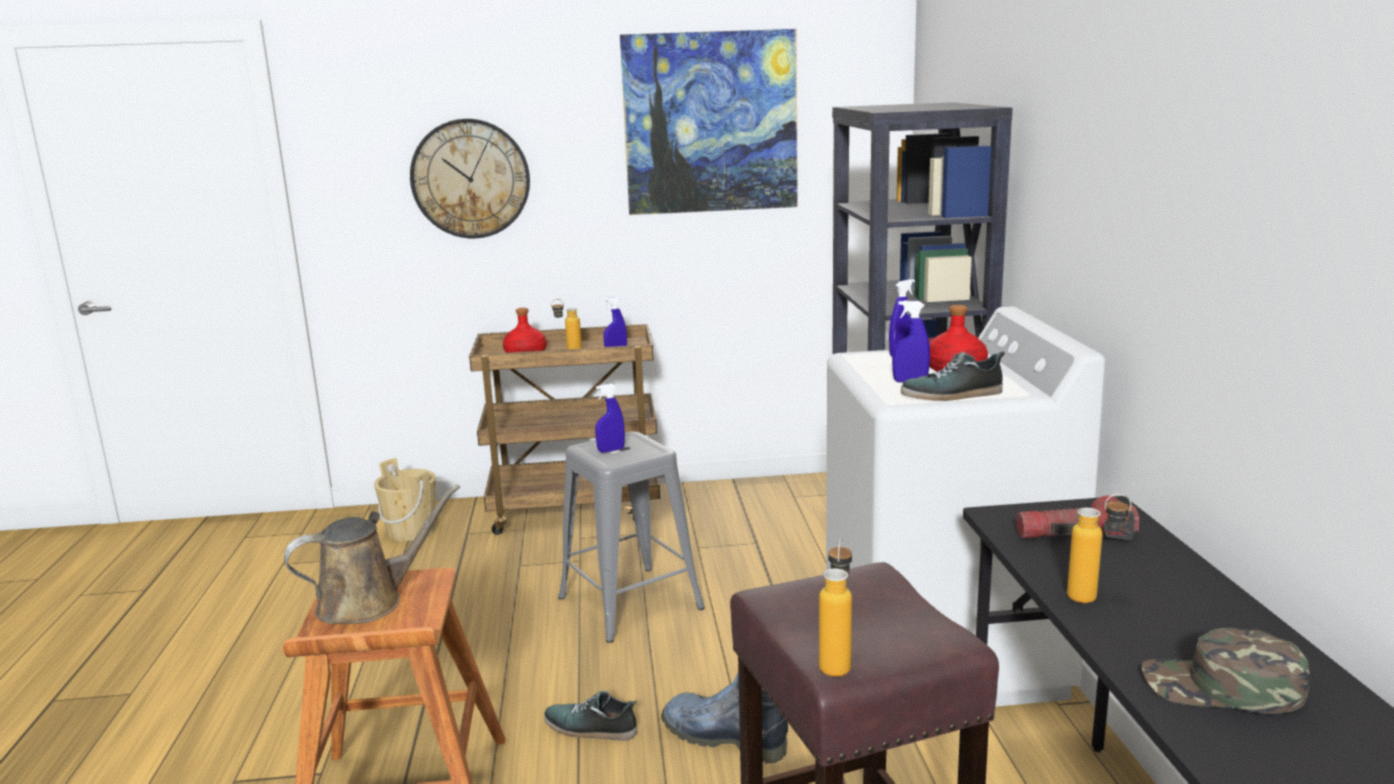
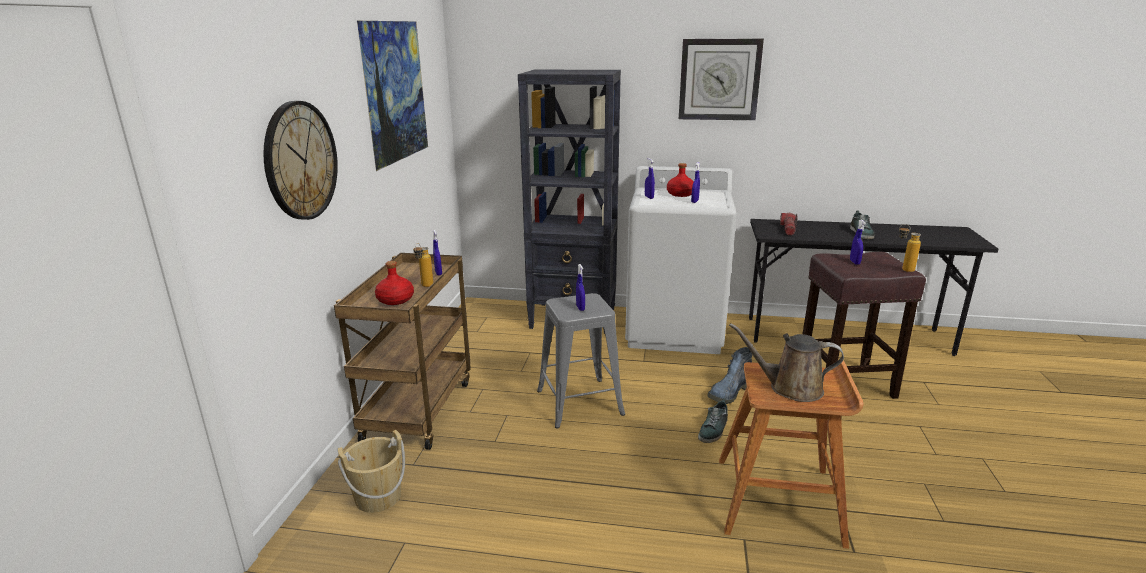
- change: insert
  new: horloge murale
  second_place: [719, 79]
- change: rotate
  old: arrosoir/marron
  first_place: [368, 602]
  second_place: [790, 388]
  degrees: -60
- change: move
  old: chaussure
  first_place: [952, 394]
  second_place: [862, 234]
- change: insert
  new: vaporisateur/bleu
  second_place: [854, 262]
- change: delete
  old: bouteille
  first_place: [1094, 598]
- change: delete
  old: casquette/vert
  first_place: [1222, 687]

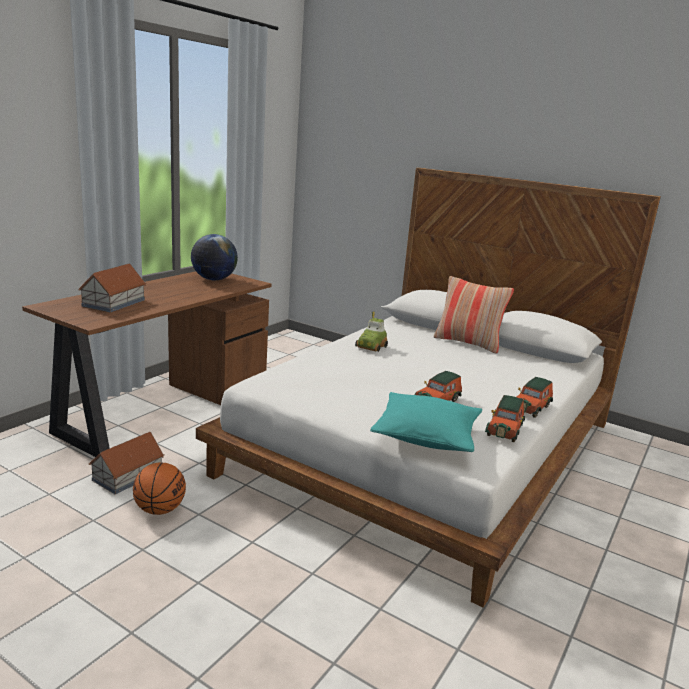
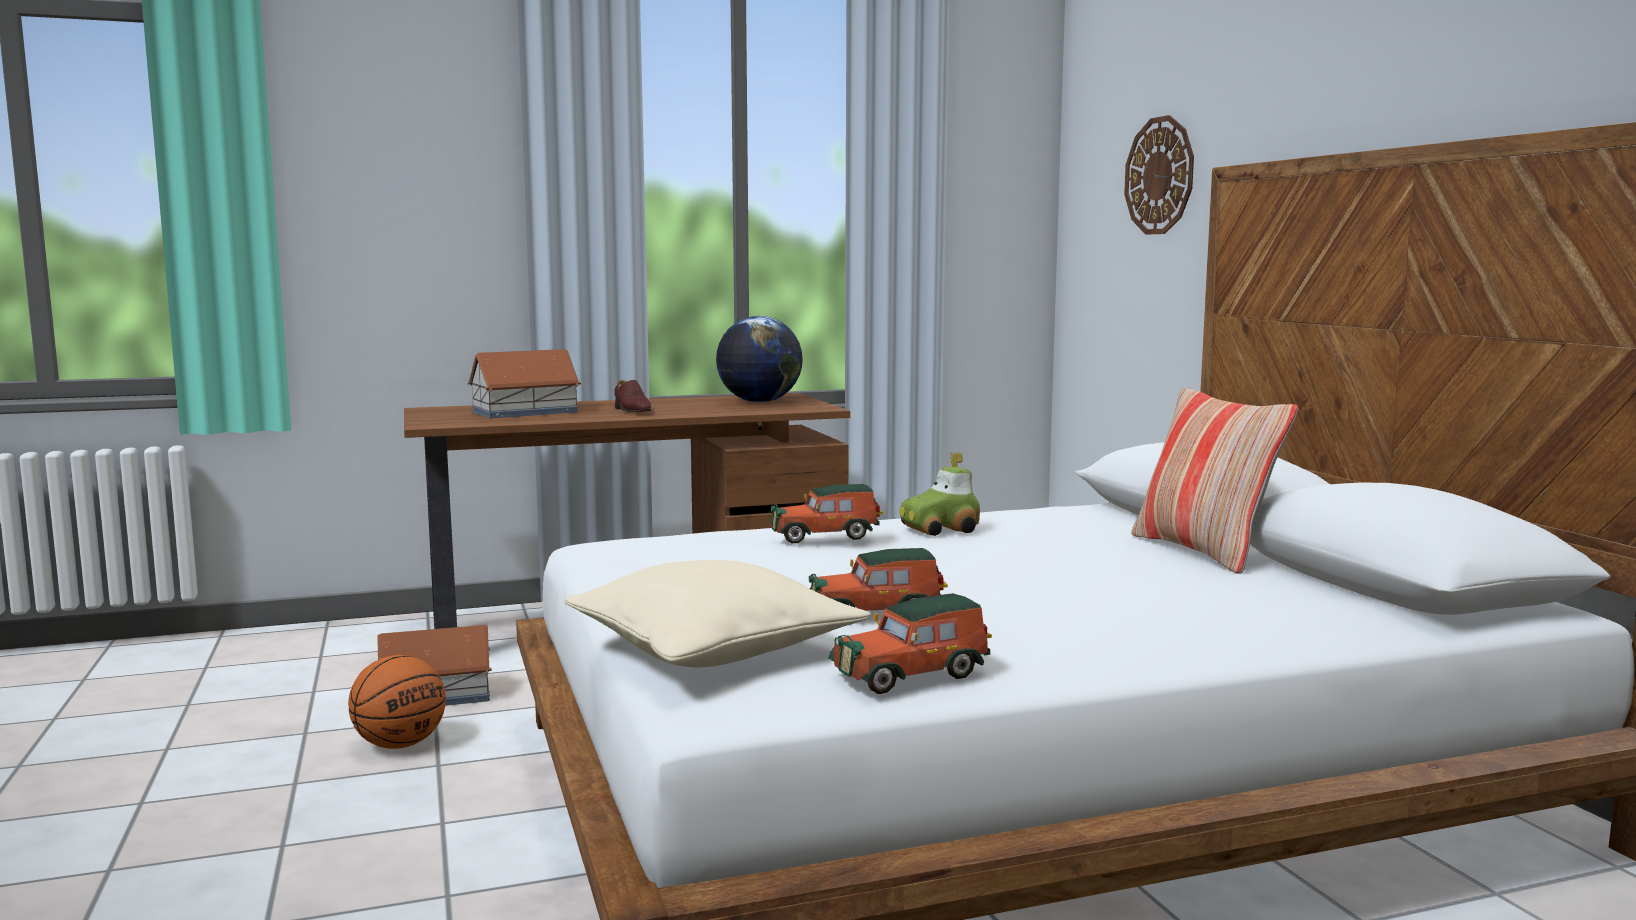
- change: recolor
  old: coussin/turquoise
  new: coussin/beige
  first_place: [426, 435]
  second_place: [714, 648]
- change: insert
  new: chaussure/marron
  second_place: [632, 411]
- change: move
  old: petite voiture
  first_place: [531, 407]
  second_place: [826, 536]
- change: insert
  new: horloge murale
  second_place: [1159, 176]

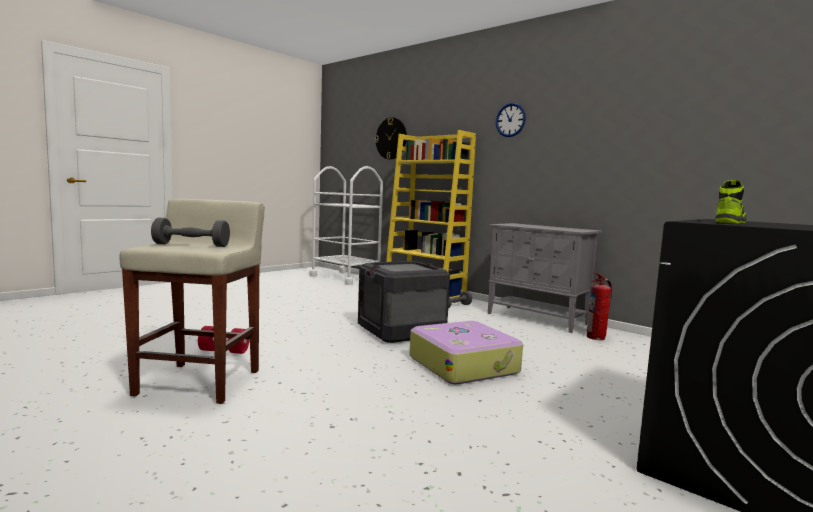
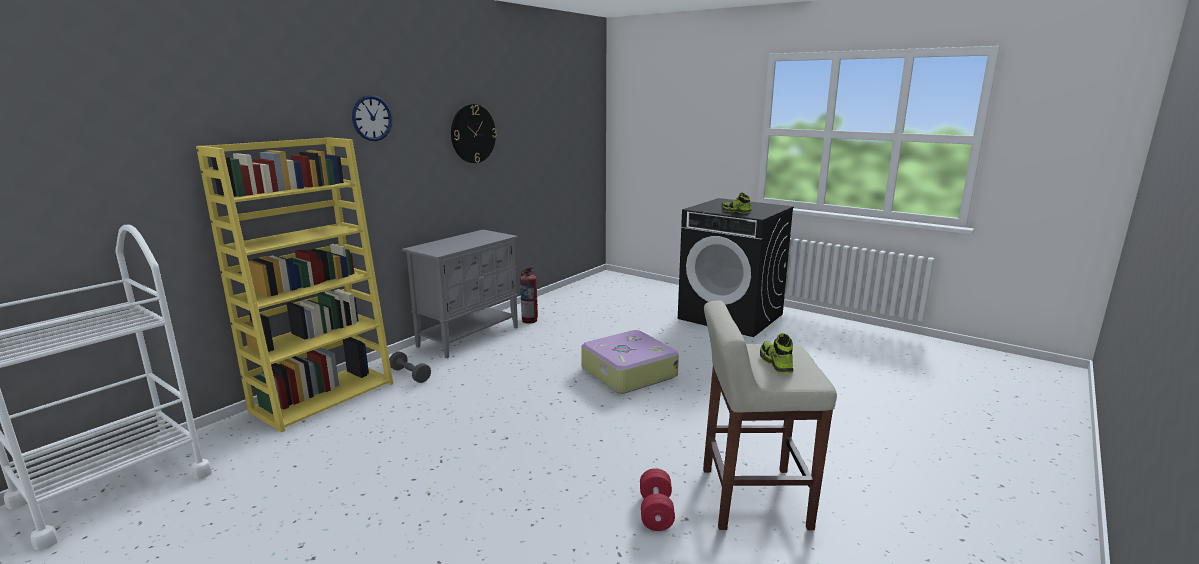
- change: move
  old: horloge murale
  first_place: [391, 138]
  second_place: [473, 134]
- change: replace
  old: haltère/gris
  new: chaussure
  first_place: [191, 245]
  second_place: [776, 363]
- change: delete
  old: caisse
  first_place: [401, 331]

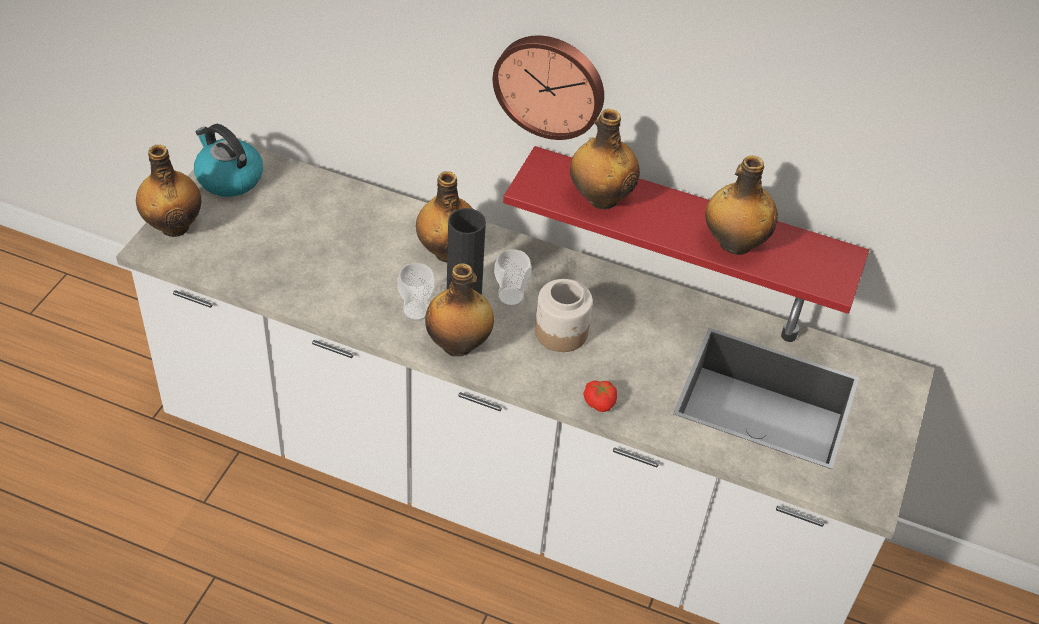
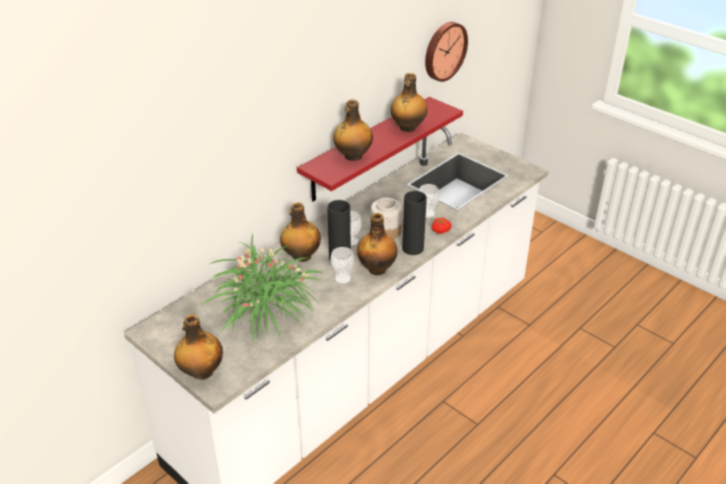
- change: insert
  new: plante en pot
  second_place: [266, 309]
- change: insert
  new: vase/noir
  second_place: [412, 248]
- change: insert
  new: tasse
  second_place: [427, 213]
- change: move
  old: horloge murale
  first_place: [550, 84]
  second_place: [443, 50]
- change: delete
  old: bouilloire
  first_place: [228, 178]

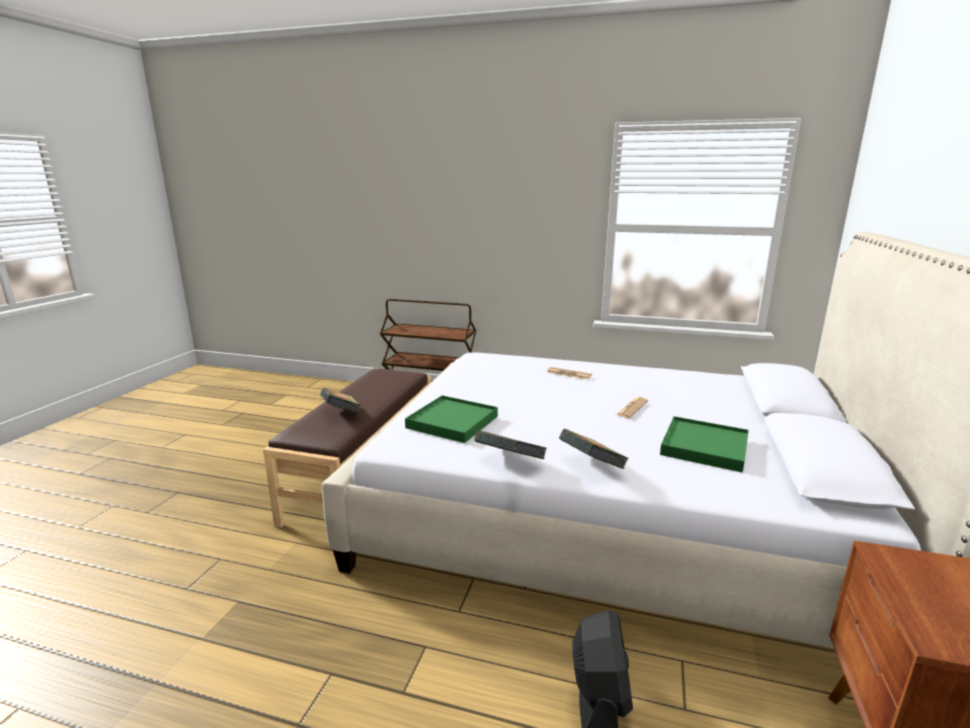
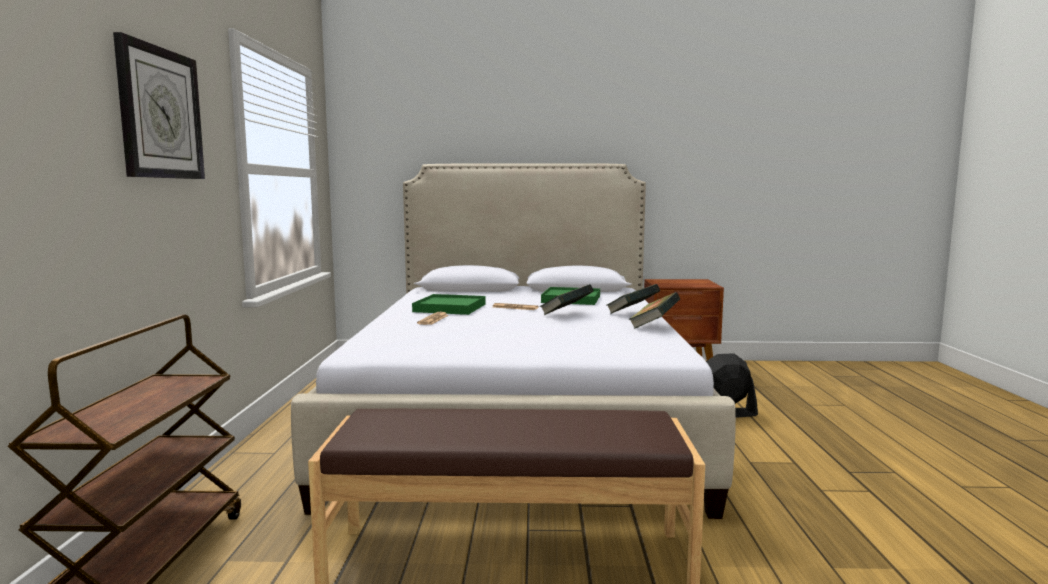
- change: insert
  new: horloge murale
  second_place: [160, 113]
- change: move
  old: plateau/vert
  first_place: [452, 422]
  second_place: [449, 308]
- change: move
  old: livre
  first_place: [341, 414]
  second_place: [566, 314]

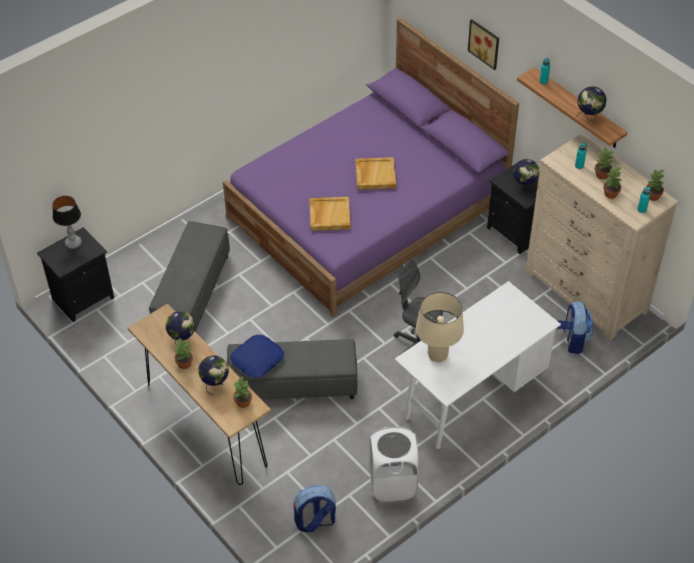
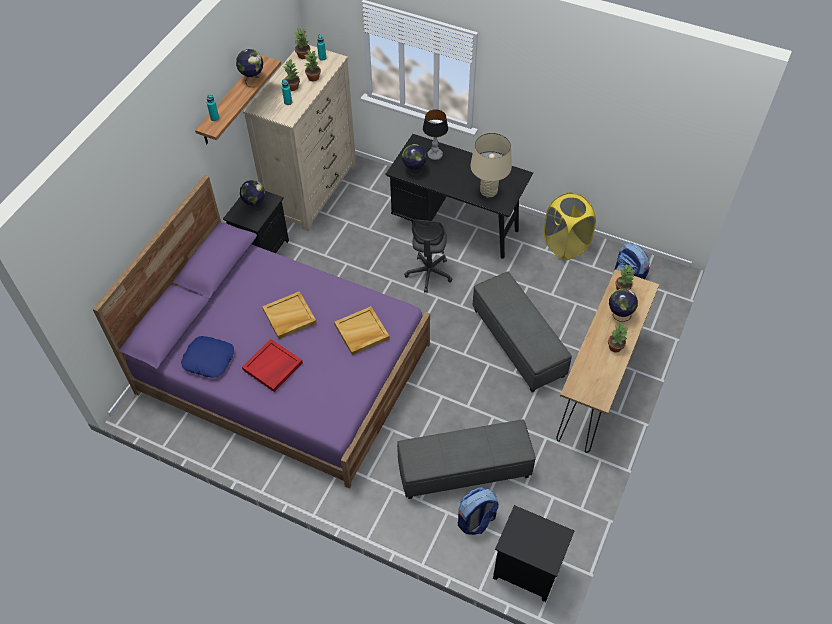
- change: move
  old: coussin/bleu
  first_place: [258, 360]
  second_place: [209, 359]
- change: insert
  new: plateau/rouge
  second_place: [272, 367]
- change: recolor
  old: bureau/blanc
  new: bureau/noir
  first_place: [472, 396]
  second_place: [457, 225]
- change: move
  old: globe
  first_place: [182, 340]
  second_place: [414, 170]
- change: move
  old: lampe de table
  first_place: [73, 243]
  second_place: [434, 155]
- change: move
  old: sac à dos
  first_place: [572, 340]
  second_place: [476, 521]
- change: recolor
  old: panier à linge/blanc
  new: panier à linge/jaune
  first_place: [393, 483]
  second_place: [565, 245]
- change: delete
  old: tableau
  first_place: [485, 43]

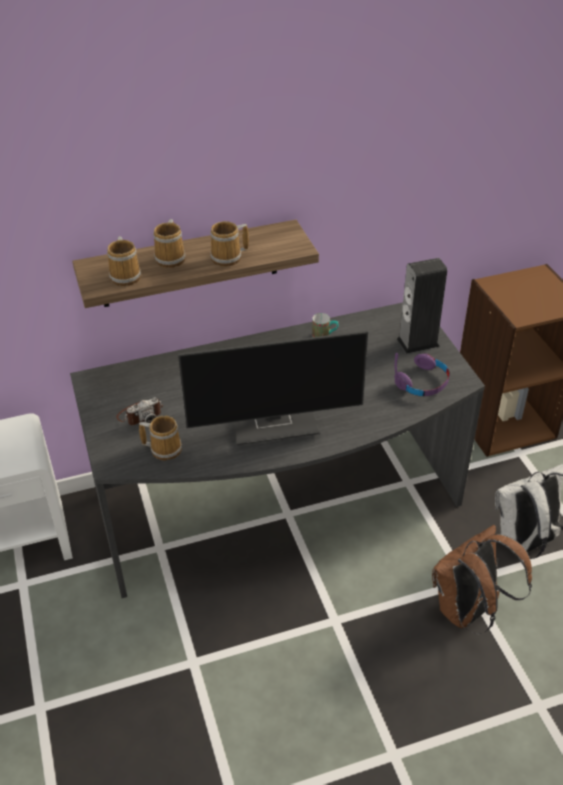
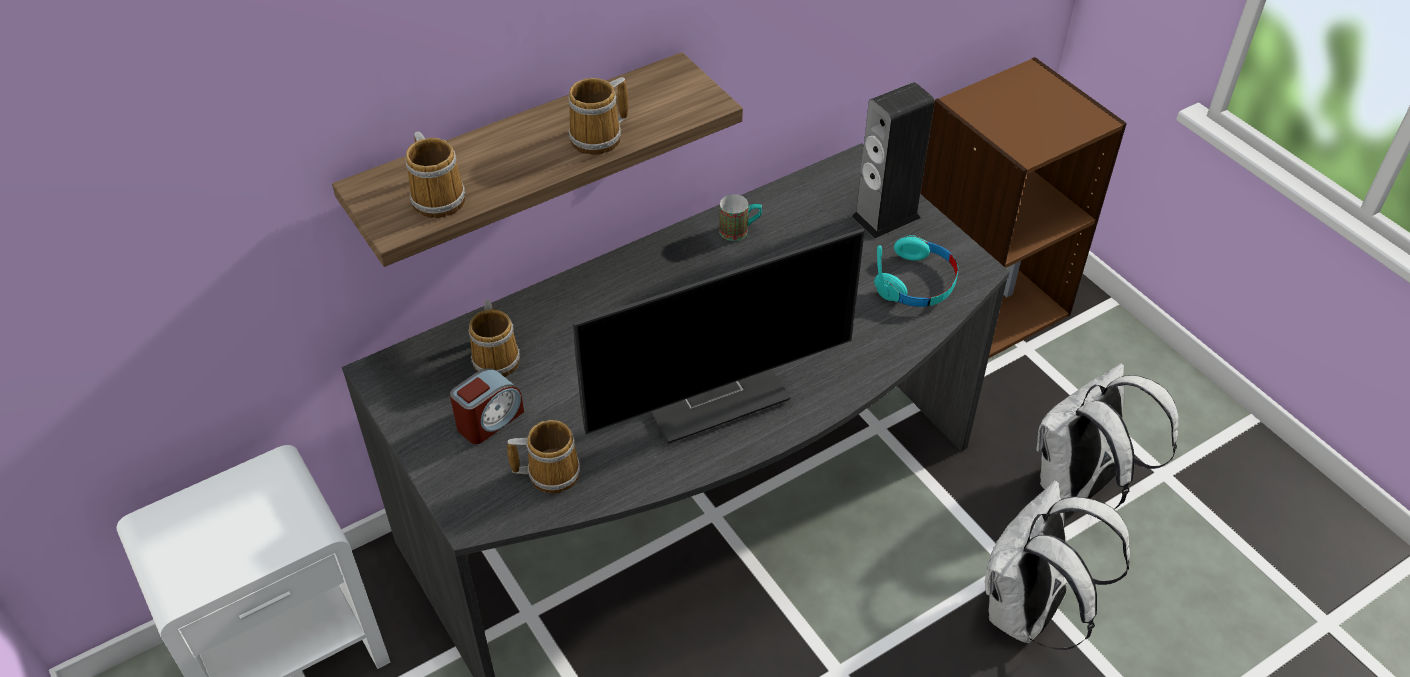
- change: replace
  old: appareil photo
  new: réveil
  first_place: [140, 415]
  second_place: [489, 420]
- change: move
  old: mug
  first_place: [171, 258]
  second_place: [497, 358]
- change: recolor
  old: casque audio/violet
  new: casque audio/turquoise
  first_place: [423, 382]
  second_place: [917, 283]
- change: recolor
  old: sac à dos/marron
  new: sac à dos/blanc
  first_place: [468, 611]
  second_place: [1028, 613]

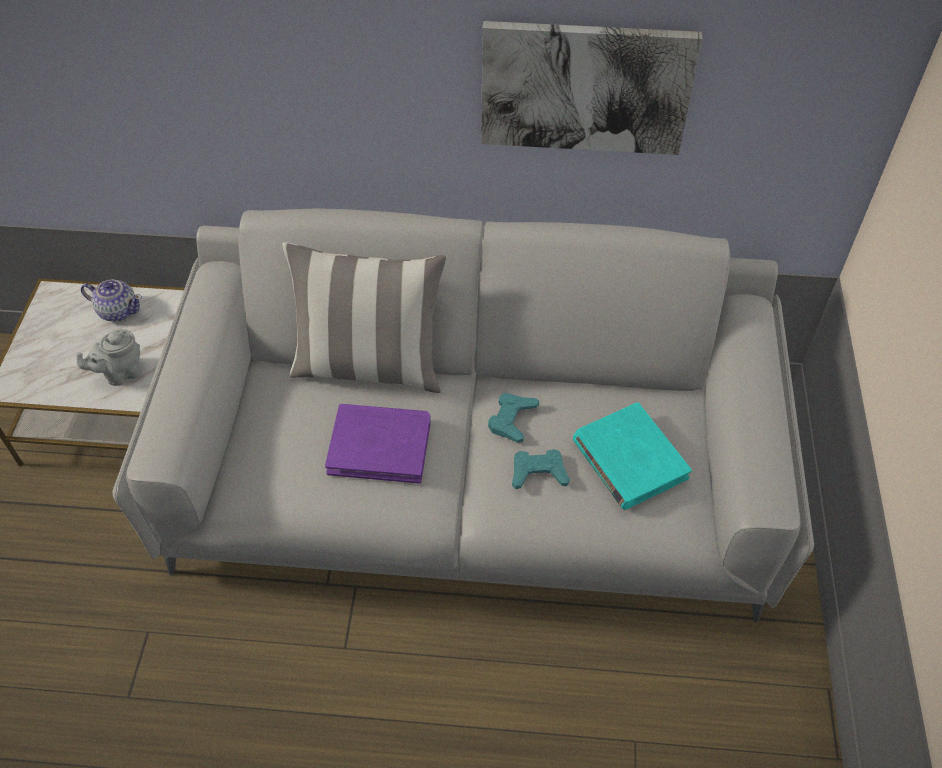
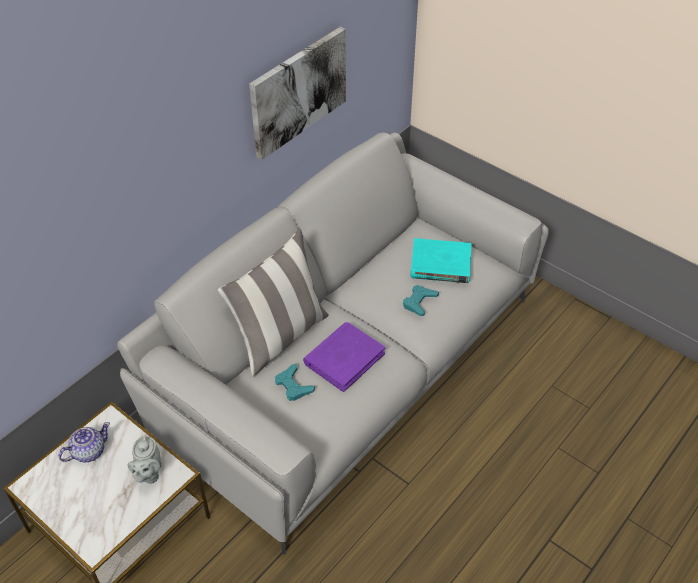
- change: move
  old: manette/turquoise
  first_place: [512, 419]
  second_place: [293, 386]

